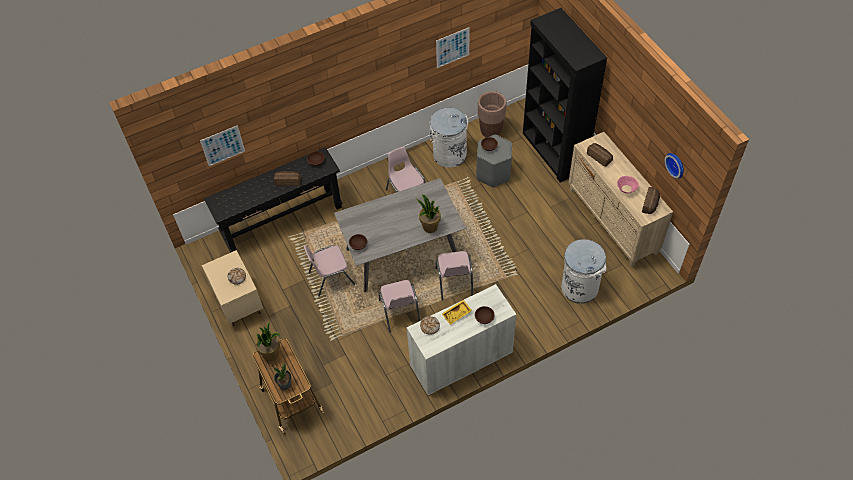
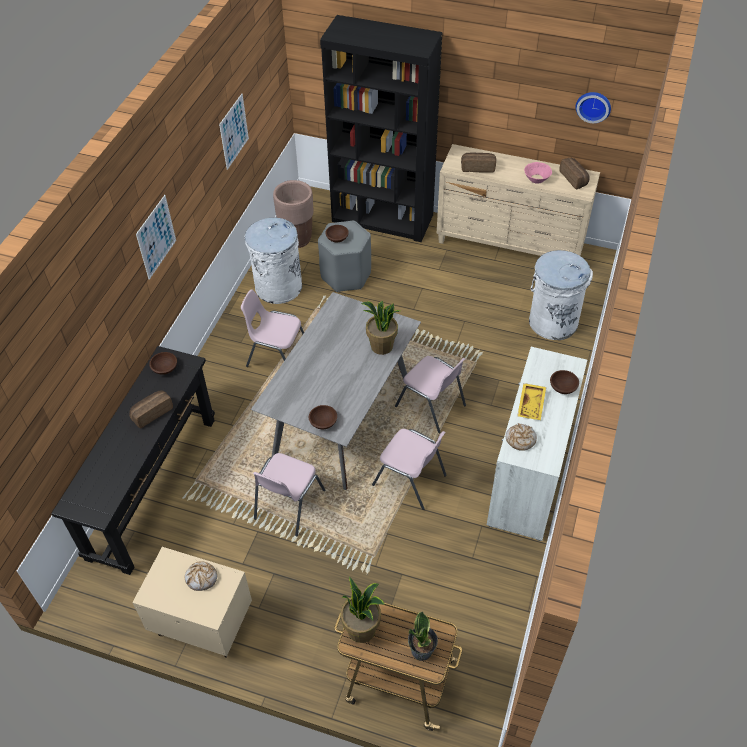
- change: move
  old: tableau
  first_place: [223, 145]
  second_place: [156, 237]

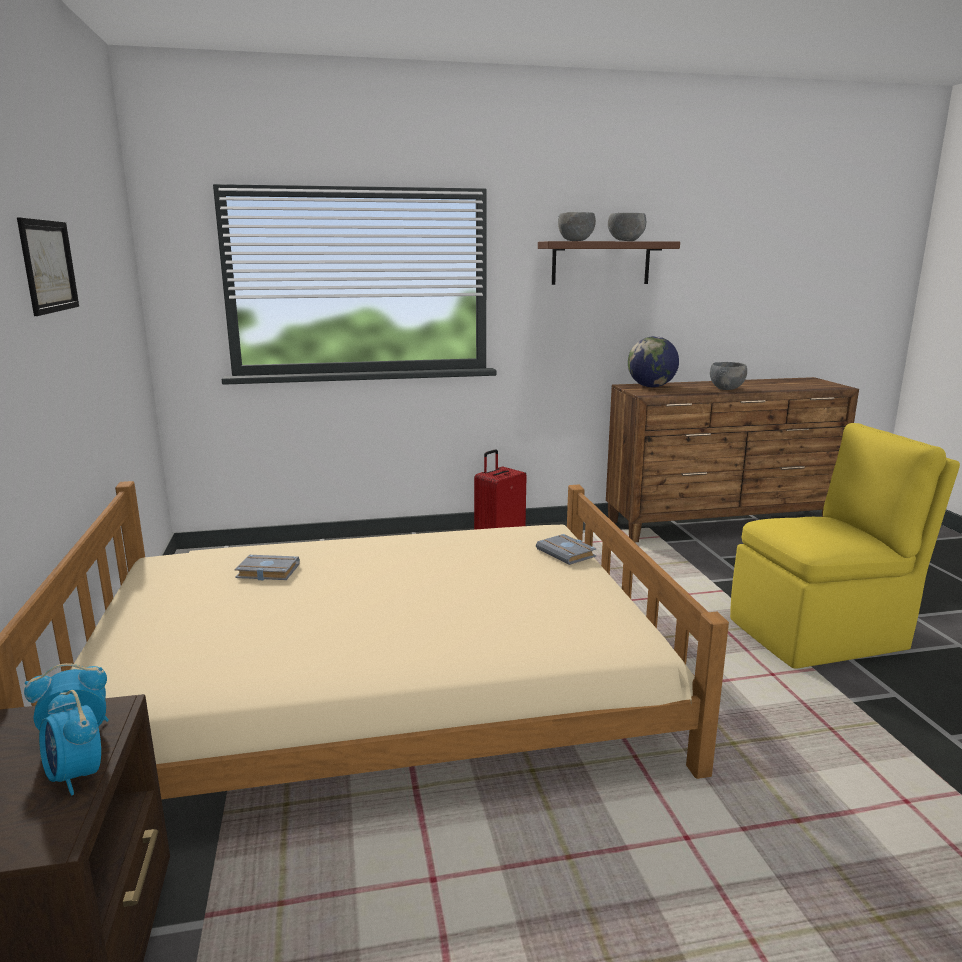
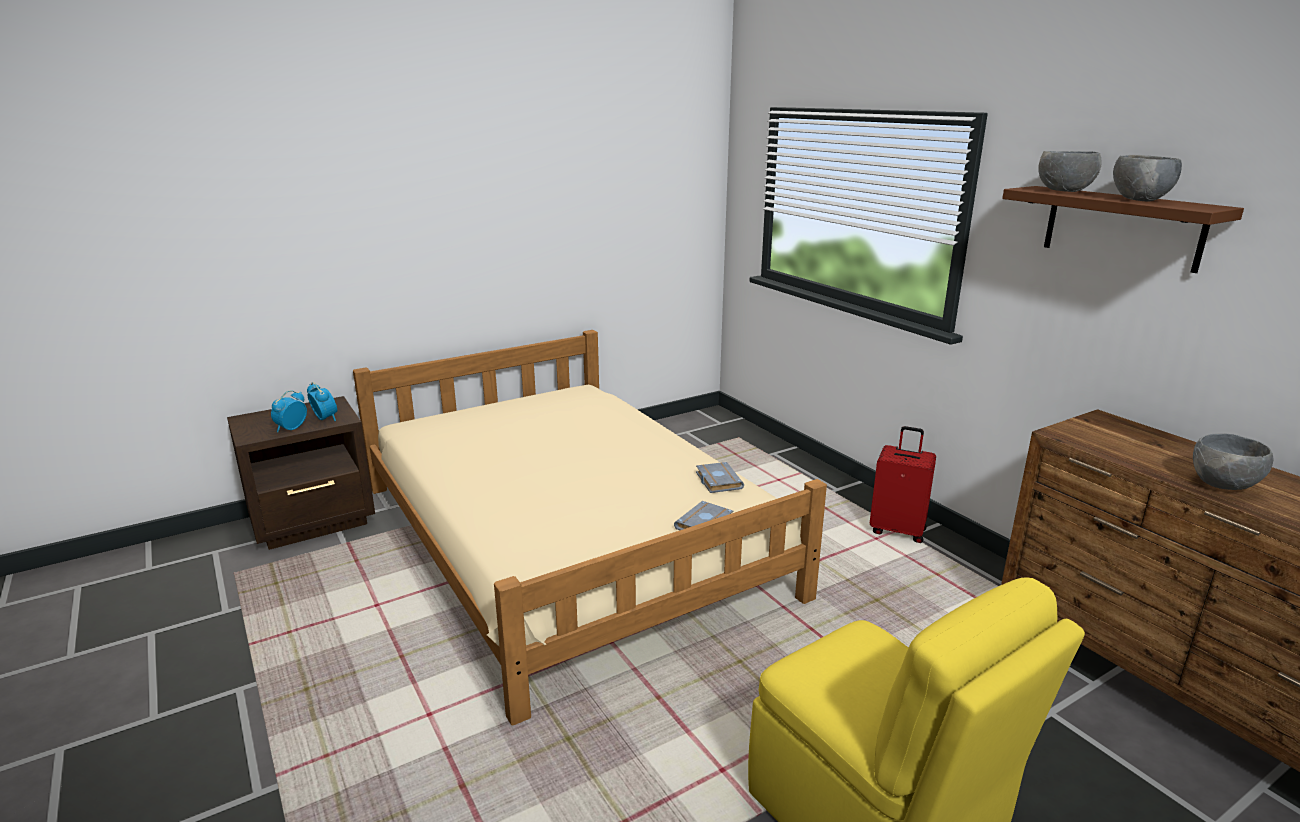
- change: move
  old: livre/gris
  first_place: [266, 572]
  second_place: [717, 481]
- change: delete
  old: tableau
  first_place: [48, 266]
- change: delete
  old: globe
  first_place: [651, 387]

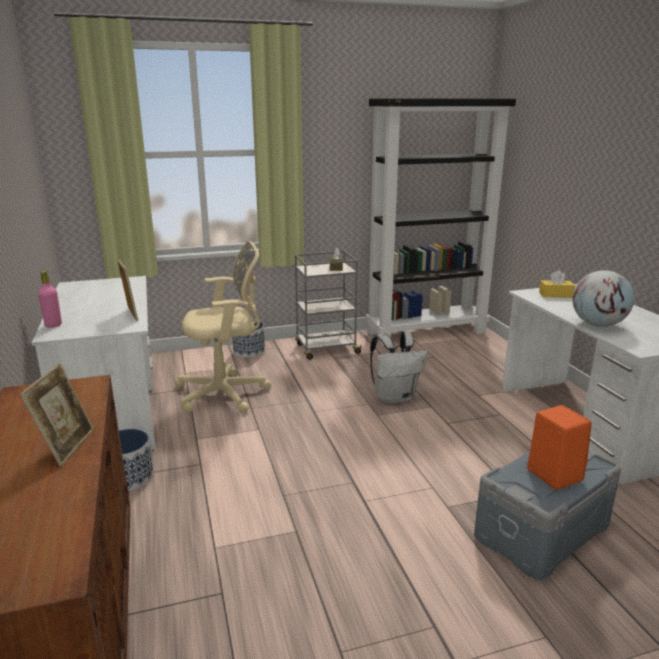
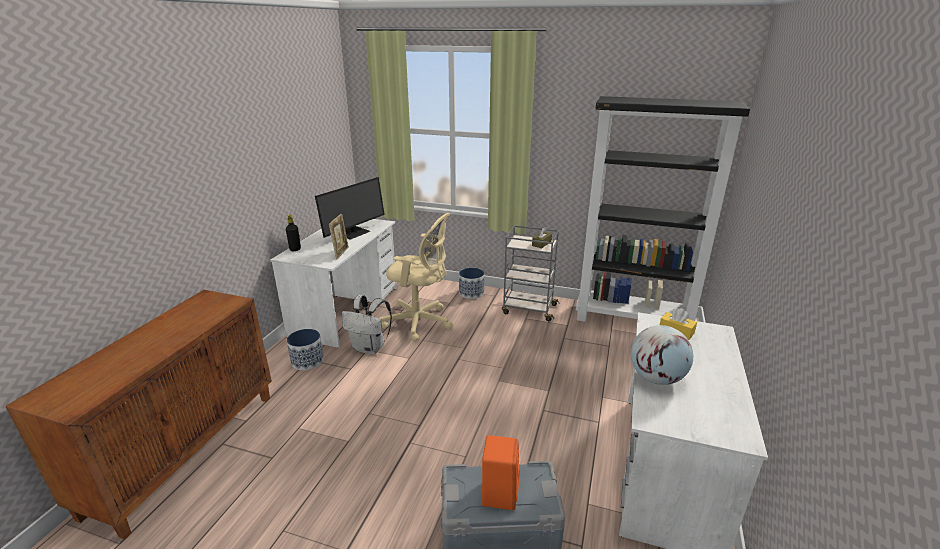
- change: recolor
  old: bouteille/rose
  new: bouteille/noir
  first_place: [53, 325]
  second_place: [295, 249]
- change: insert
  new: écran d'ordinateur
  second_place: [352, 232]
- change: move
  old: sac à dos/blanc
  first_place: [395, 397]
  second_place: [370, 348]
- change: delete
  old: cadre photo
  first_place: [66, 446]

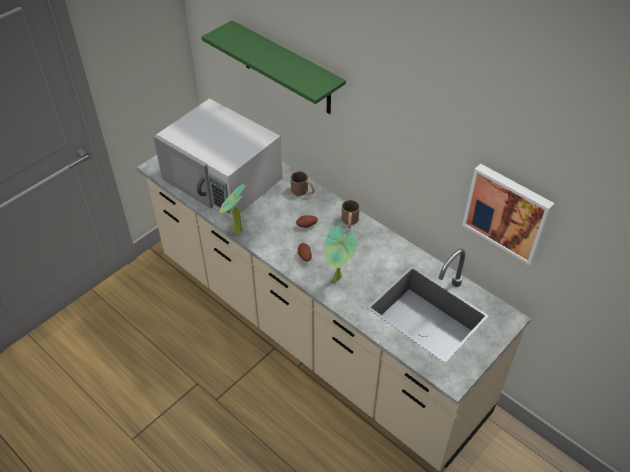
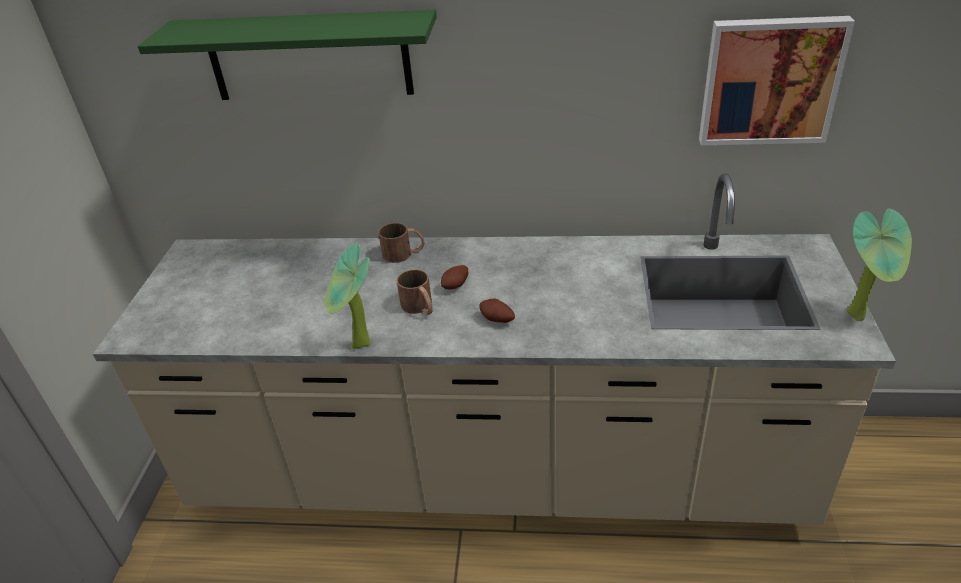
- change: move
  old: mug/marron
  first_place: [349, 222]
  second_place: [420, 307]
- change: move
  old: plante en pot
  first_place: [338, 279]
  second_place: [860, 316]
- change: delete
  old: micro-ondes/blanc
  first_place: [223, 179]

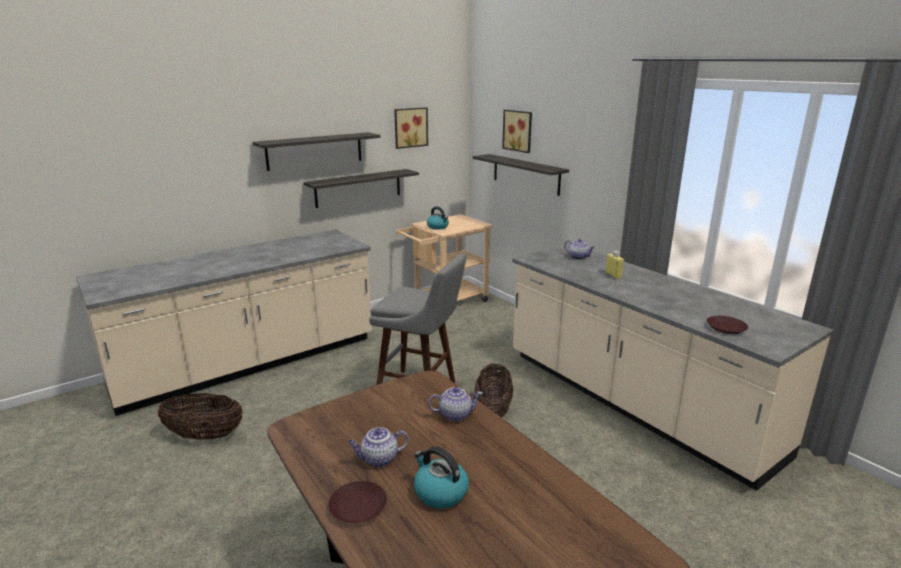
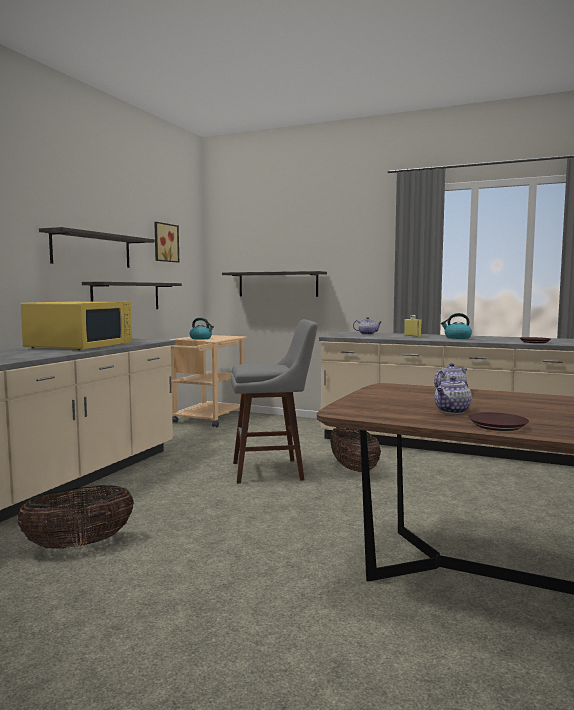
- change: insert
  new: micro-ondes/jaune
  second_place: [80, 346]
- change: move
  old: bouilloire
  first_place: [440, 492]
  second_place: [457, 338]
- change: delete
  old: tableau
  first_place: [518, 130]

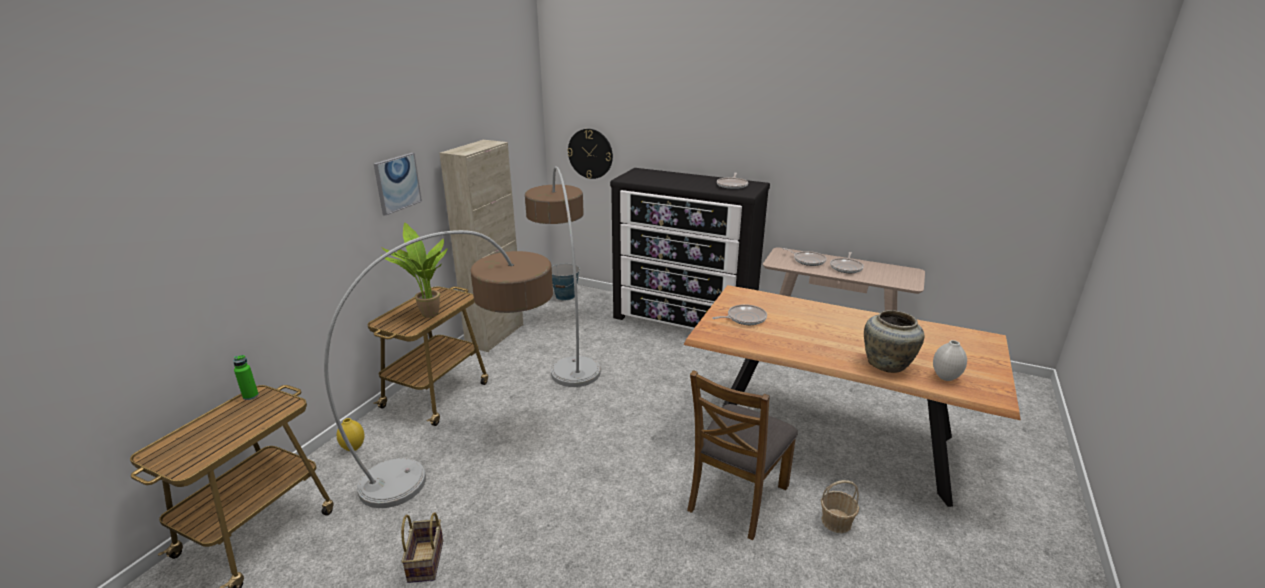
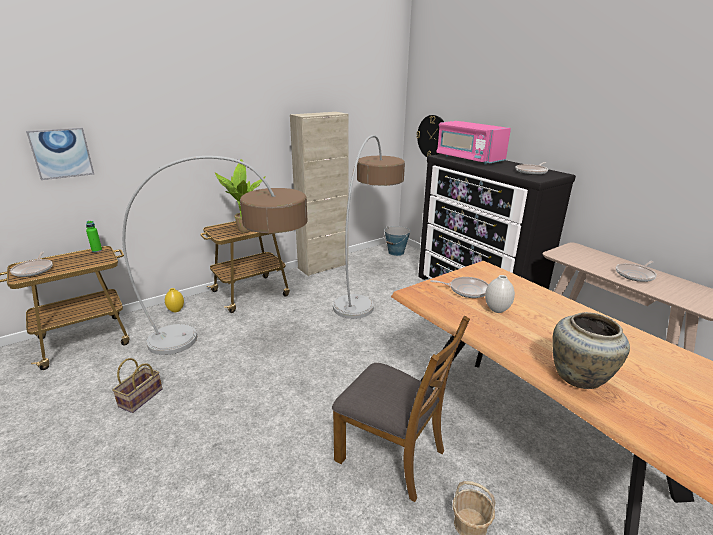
- change: move
  old: poêle
  first_place: [807, 260]
  second_place: [34, 270]
- change: move
  old: tableau
  first_place: [397, 183]
  second_place: [61, 153]
- change: rotate
  old: chaise/marron
  first_place: [737, 497]
  second_place: [392, 455]
  degrees: -120
- change: insert
  new: micro-ondes/rose
  second_place: [468, 159]
- change: move
  old: vase/blanc
  first_place: [945, 377]
  second_place: [497, 309]

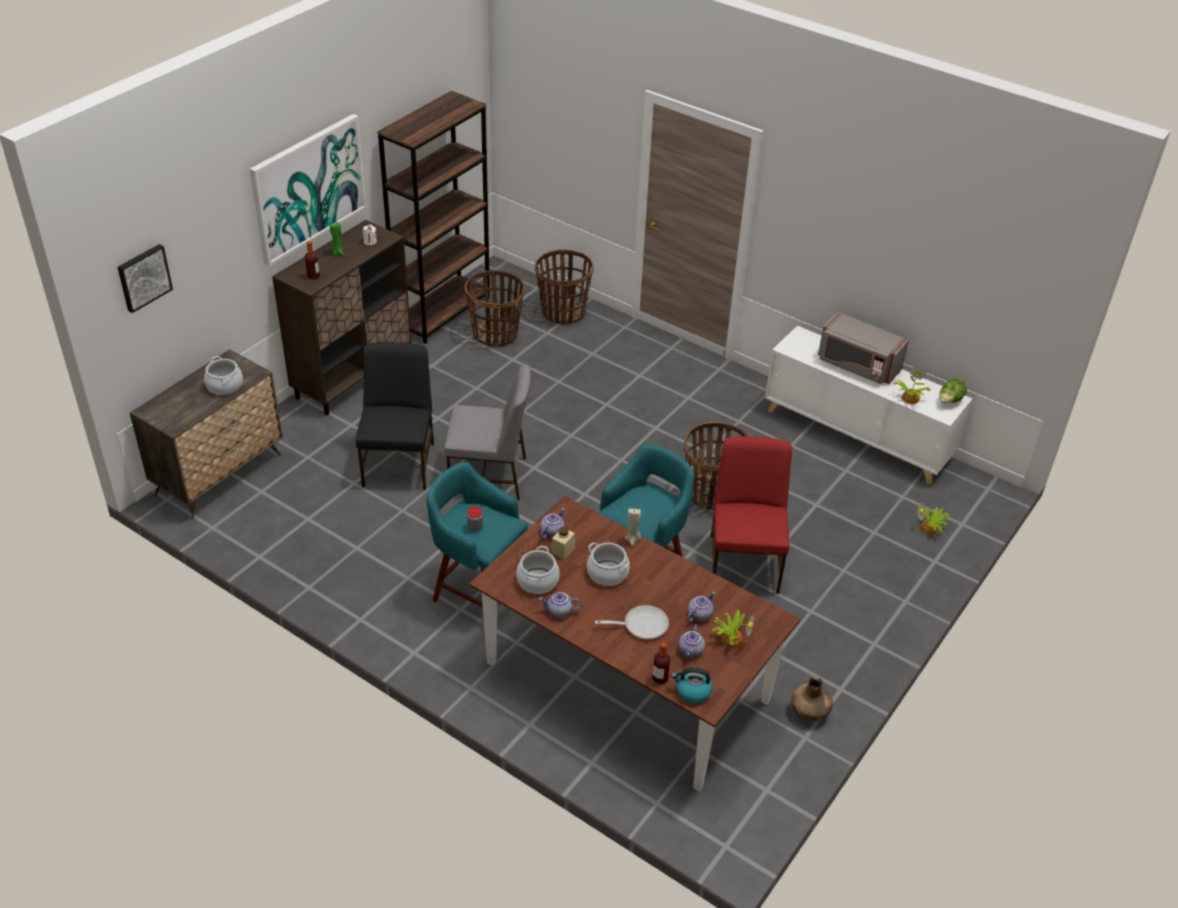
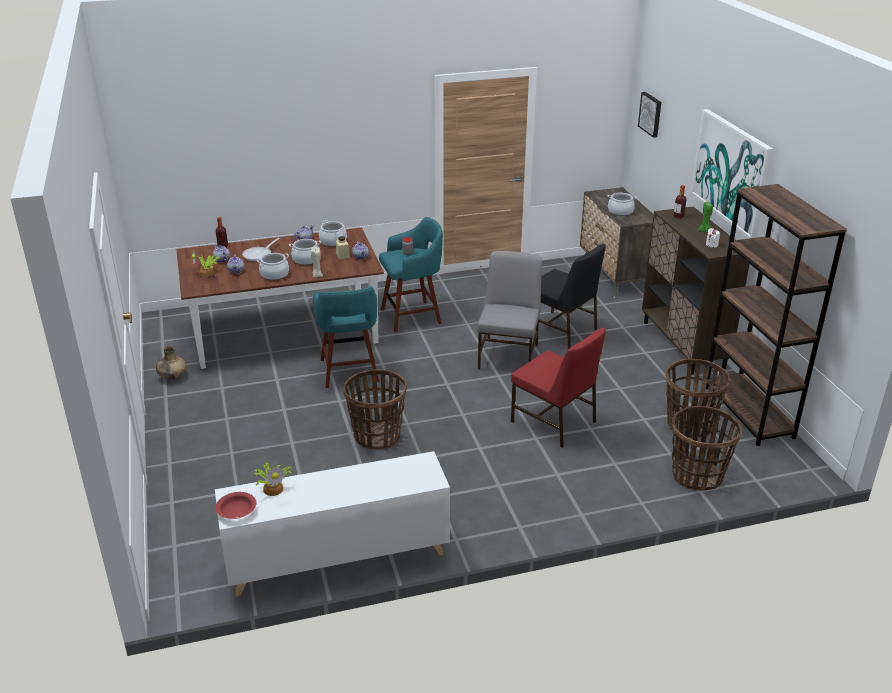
- change: replace
  old: laitue
  new: bol/rouge
  first_place: [949, 401]
  second_place: [236, 511]
- change: insert
  new: marmite
  second_place: [274, 274]
- change: rotate
  old: chaise/gris
  first_place: [489, 476]
  second_place: [509, 356]
  degrees: 150
- change: move
  old: chaise/rouge
  first_place: [745, 562]
  second_place: [554, 422]
- change: delete
  old: bouilloire
  first_place: [692, 691]
- change: delete
  old: micro-ondes/gris
  first_place: [857, 365]
- change: delete
  old: plante en pot
  first_place: [930, 528]

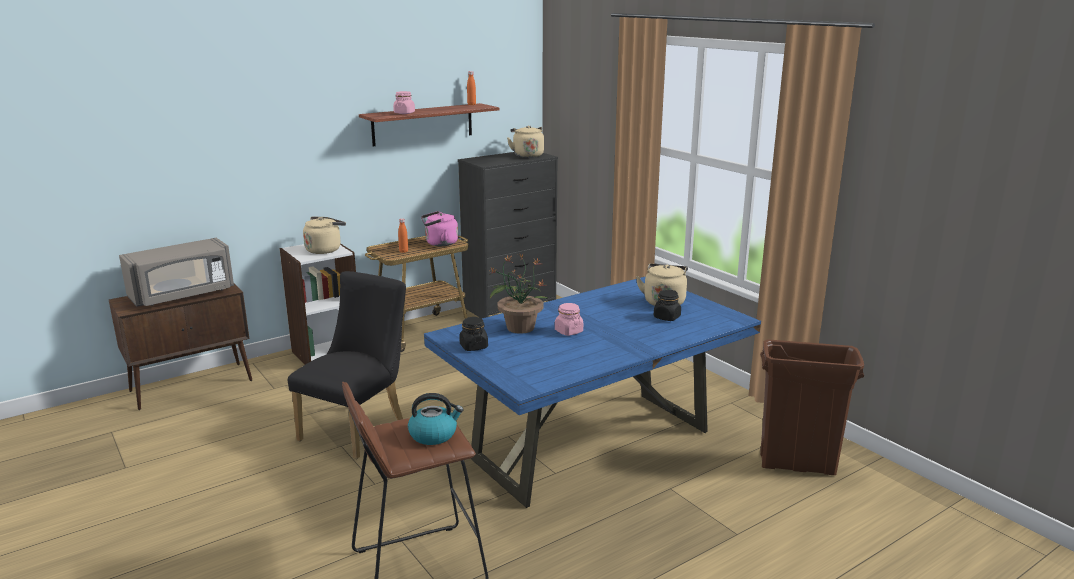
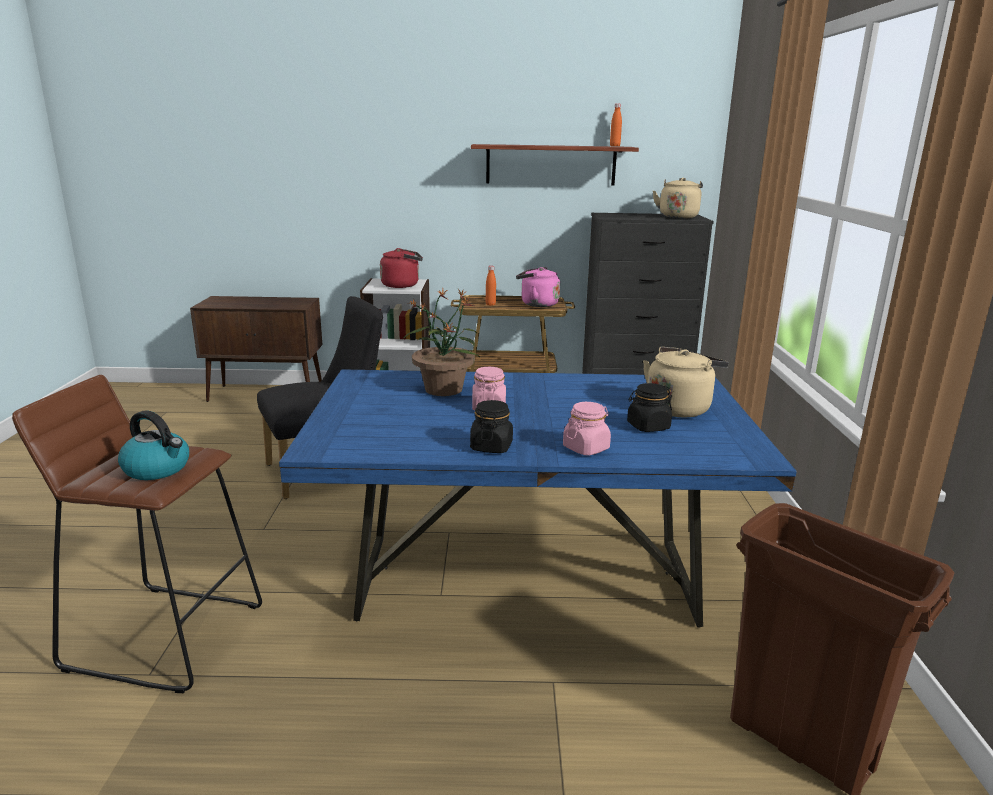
- change: recolor
  old: bouilloire/beige
  new: bouilloire/rouge
  first_place: [325, 249]
  second_place: [402, 285]
- change: move
  old: bocal/noir
  first_place: [473, 346]
  second_place: [491, 446]
- change: move
  old: bocal/rose
  first_place: [404, 113]
  second_place: [586, 448]
- change: delete
  old: micro-ondes/gris
  first_place: [183, 295]

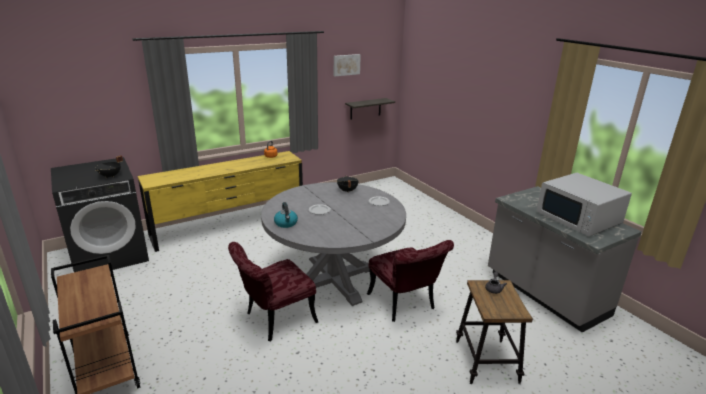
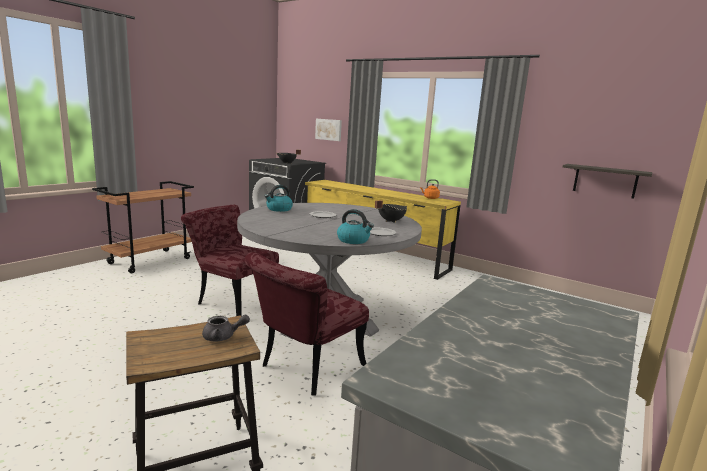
- change: move
  old: tableau
  first_place: [346, 64]
  second_place: [329, 129]
- change: insert
  new: bouilloire
  second_place: [353, 240]
- change: delete
  old: micro-ondes/blanc
  first_place: [579, 218]

